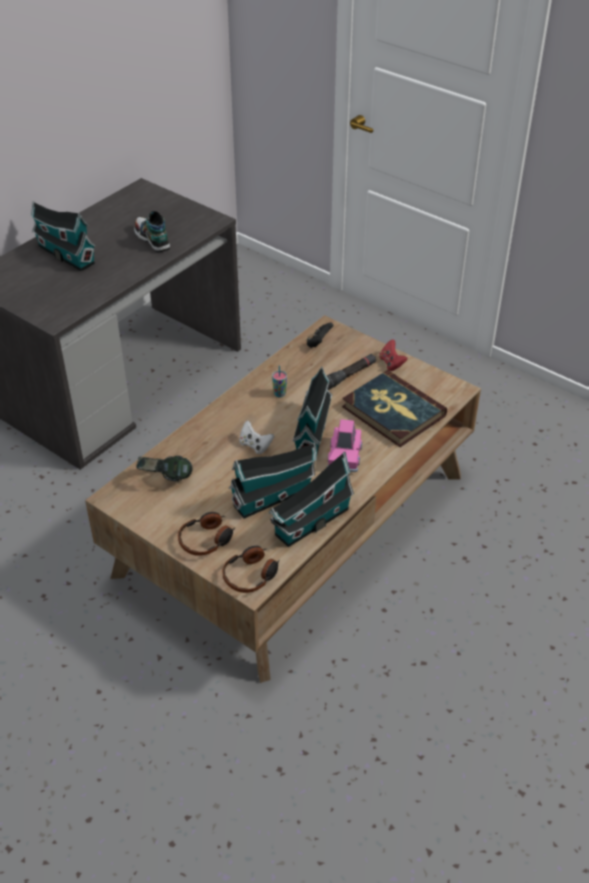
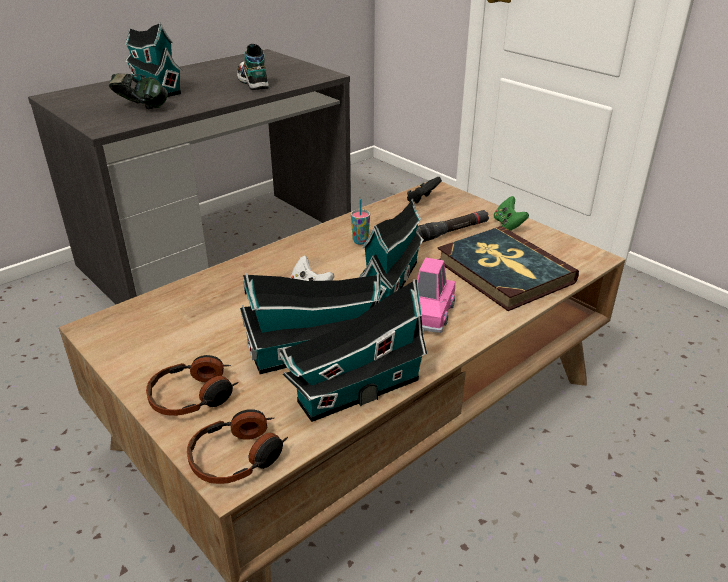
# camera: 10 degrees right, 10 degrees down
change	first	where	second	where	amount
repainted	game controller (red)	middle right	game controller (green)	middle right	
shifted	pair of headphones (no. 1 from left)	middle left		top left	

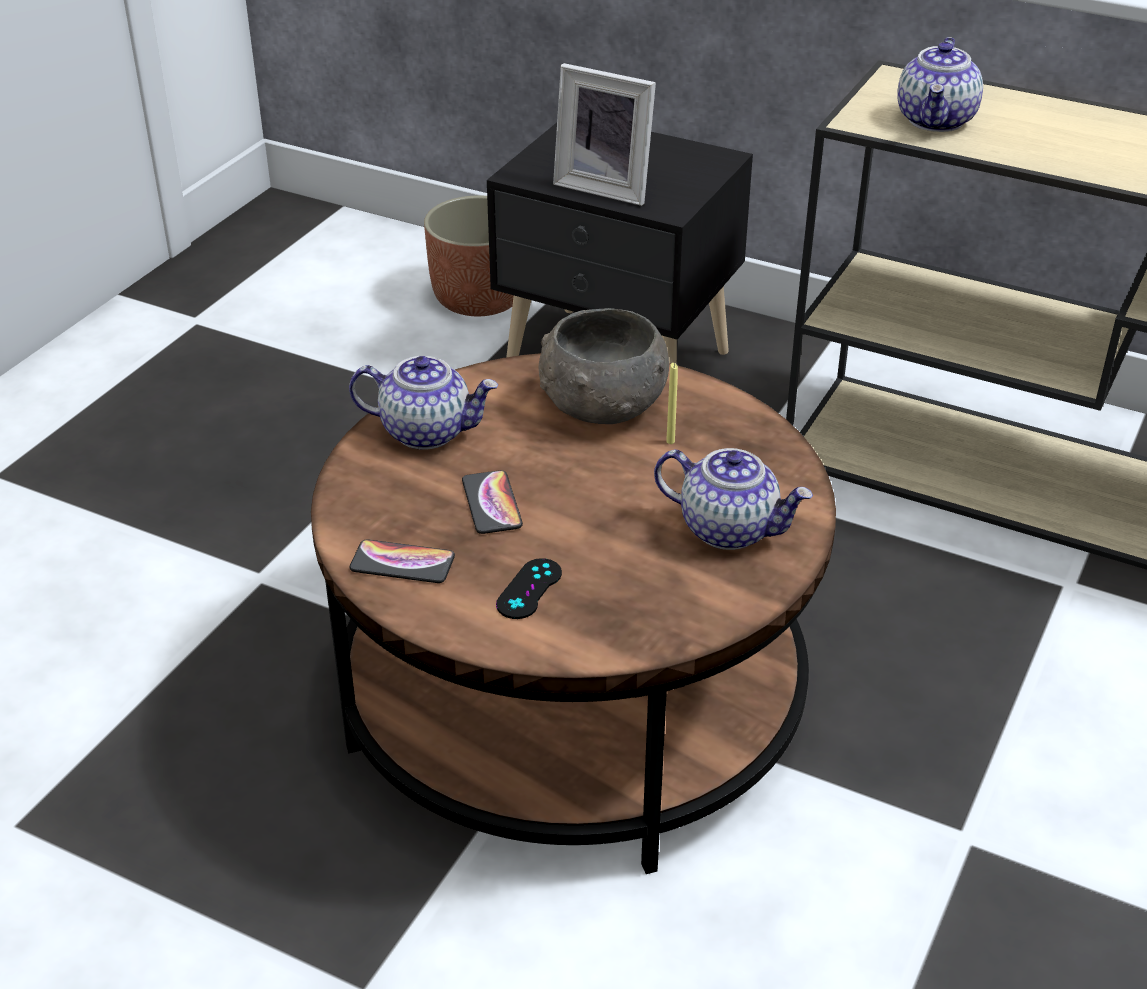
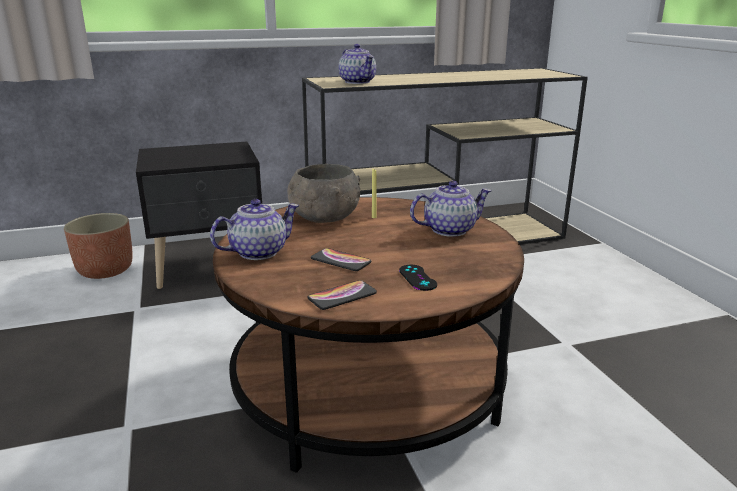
# camera: 45 degrees left, 15 degrees down
change	first	where	second	where	amount
gone	photo frame	top centre			

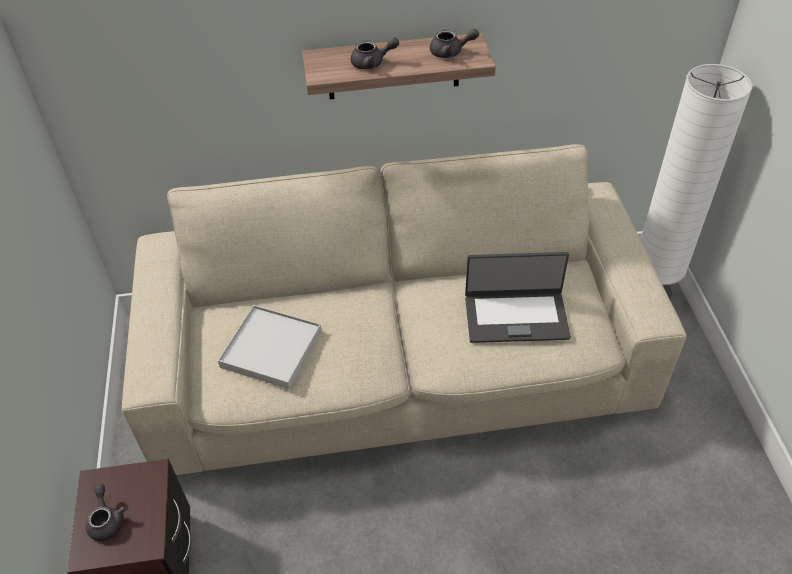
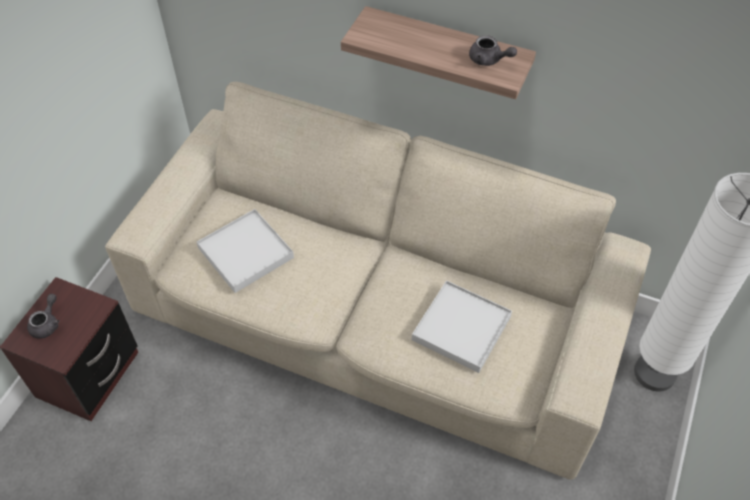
# camera: 30 degrees right, 5 degrees up
change	first	where	second	where	amount
gone	teapot (grey) (no. 2 from left)	top centre			
swapped	laptop	centre	serving tray (whitish) (no. 2 from left)	centre	

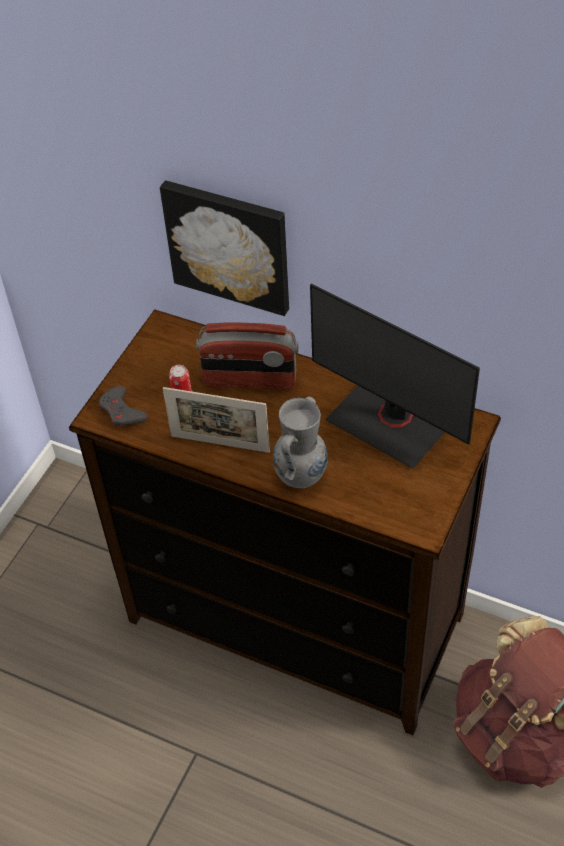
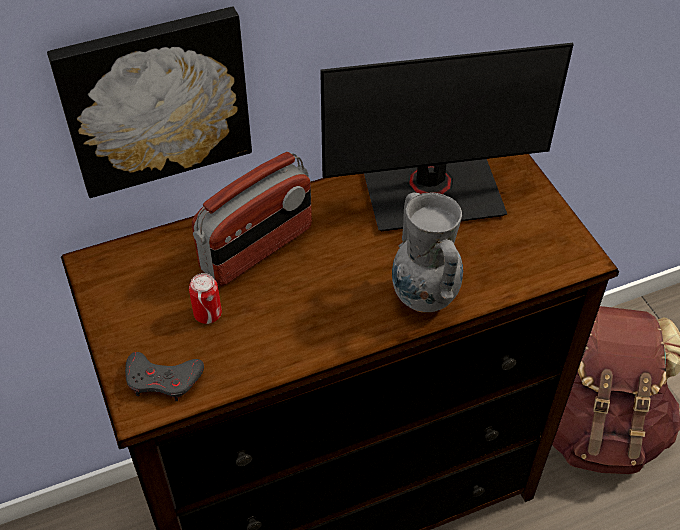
# camera: 50 degrees left, 0 degrees up
change	first	where	second	where	amount
gone	photo frame	centre			

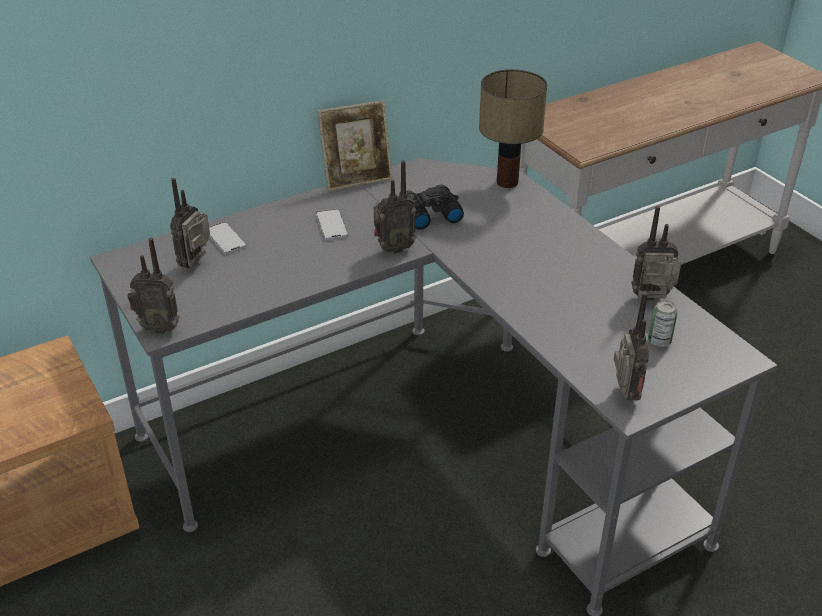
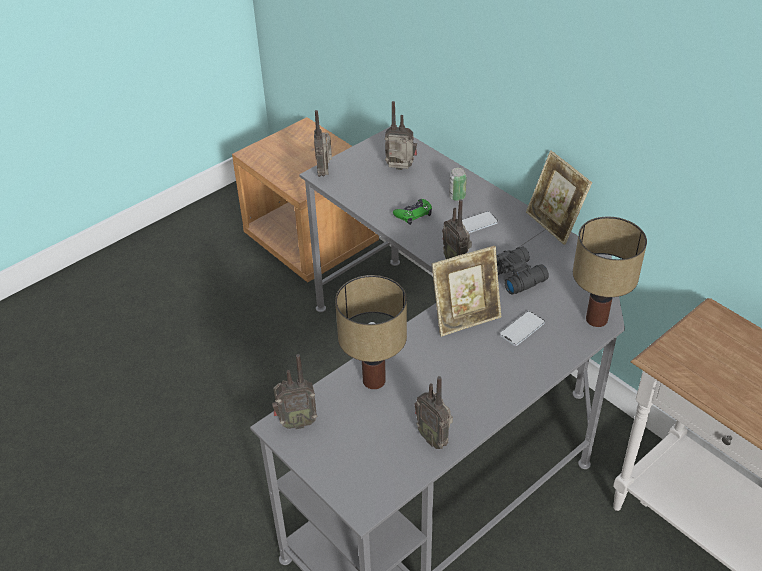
# camera: 80 degrees right, 5 degrees up
change	first	where	second	where	amount
rotated	radio (no. 5 from left in the first image)	middle right	radio (no. 4 from left)	bottom centre	150 degrees clockwise
shifted	telephone (no. 1 from left in the first image)	middle left	telephone (no. 2 from left)	middle right	
shifted	sealed can	middle right		top centre	
new			game controller (green)	centre	
new			photo frame (no. 1 from left)	centre	
new			lamp for a table (no. 1 from left)	centre	

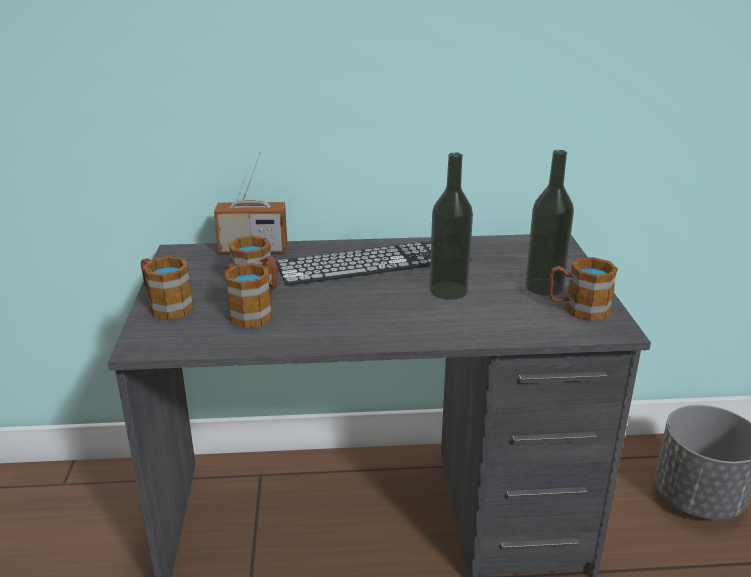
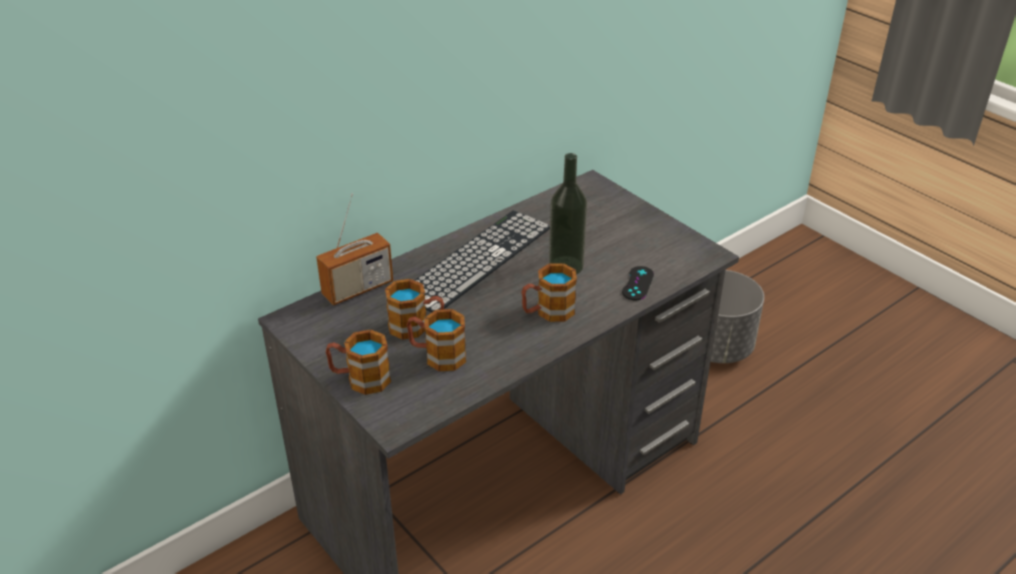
# camera: 35 degrees left, 10 degrees up
change	first	where	second	where	amount
gone	bottle (no. 2 from left)	middle right			
shifted	mug (no. 4 from left)	middle right		centre	
new			game controller (black-coloured)	centre	

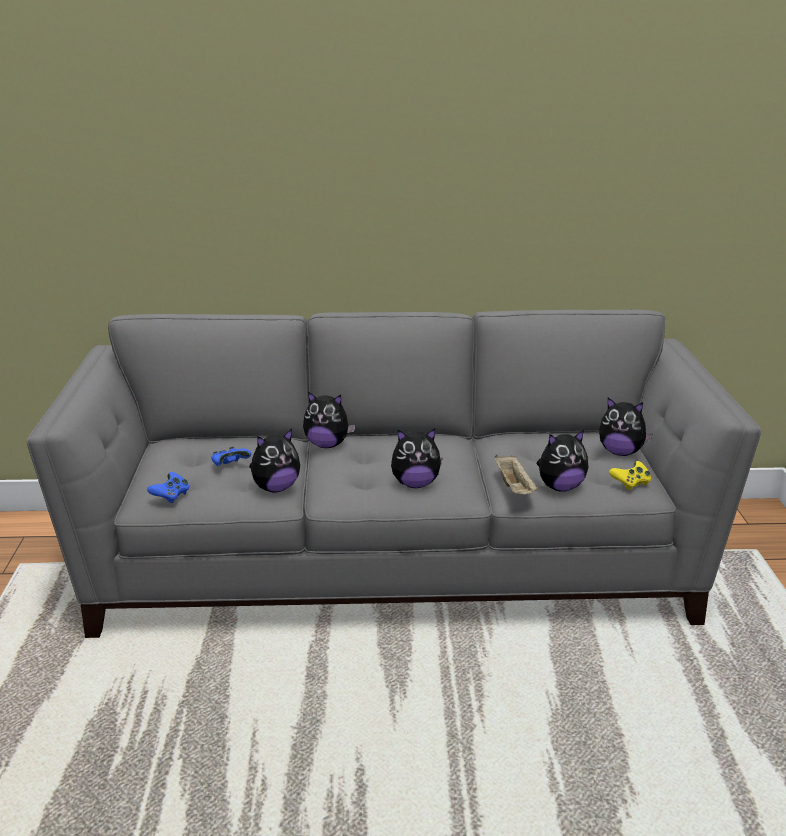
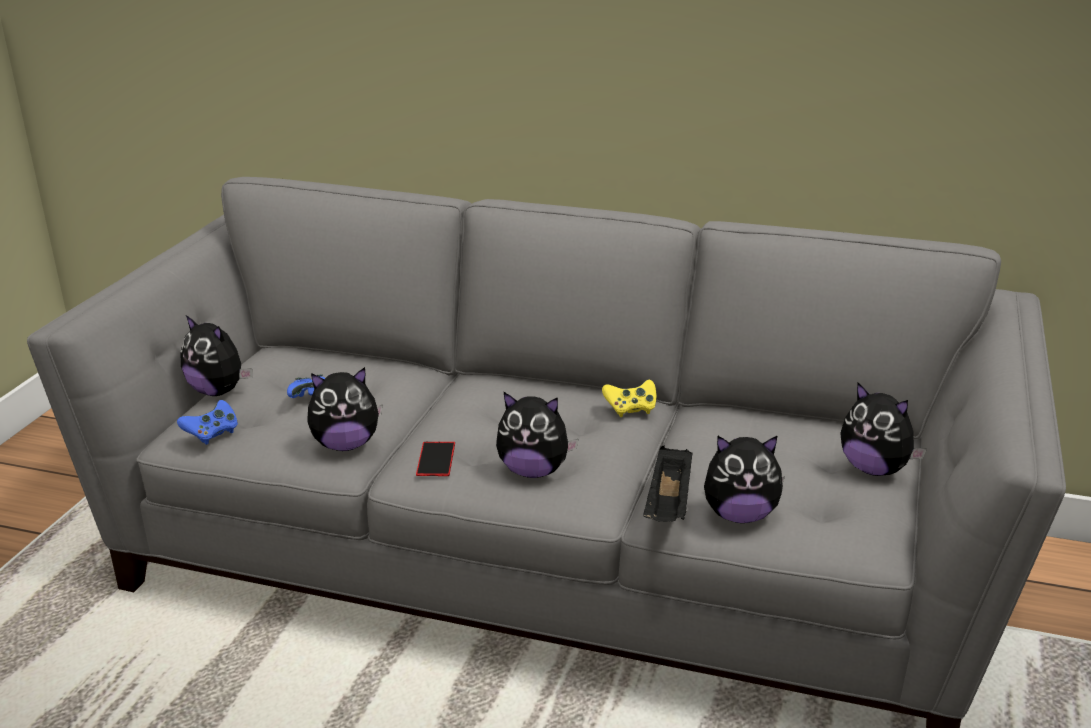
# camera: 20 degrees right, 5 degrees up
change	first	where	second	where	amount
shifted	plush toy (no. 2 from left in the first image)	centre	plush toy (no. 1 from left)	middle left	
repainted	serving tray (beige)	centre	serving tray (black-coloured)	centre	
shifted	game controller (yellowish)	middle right		centre	
new			telephone	centre	

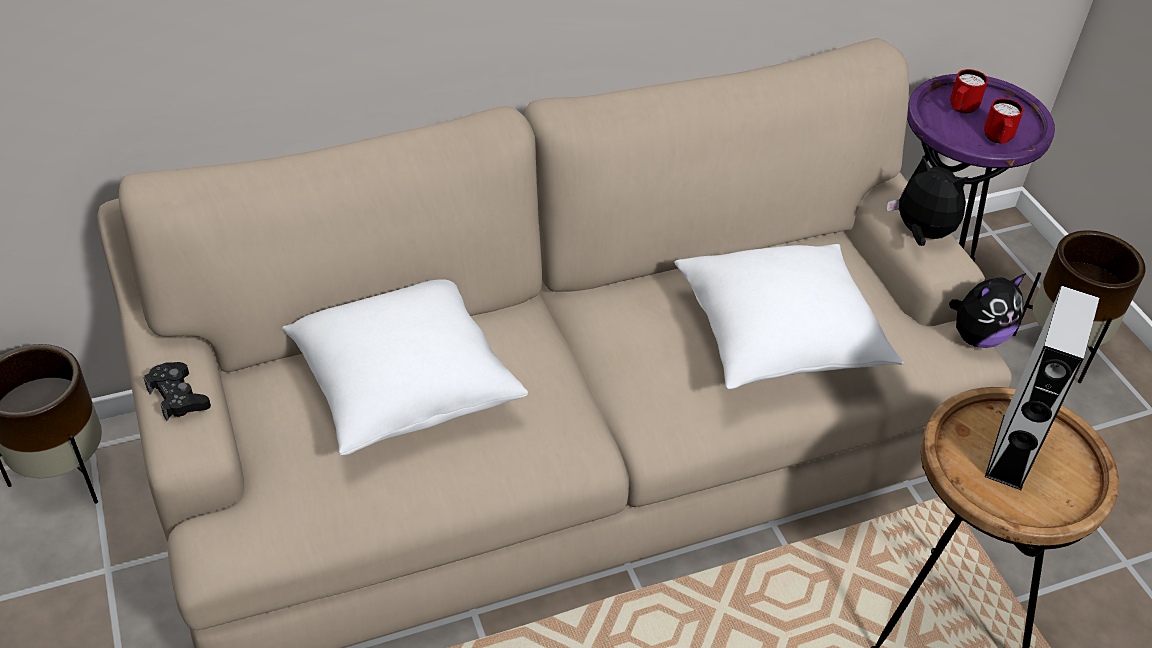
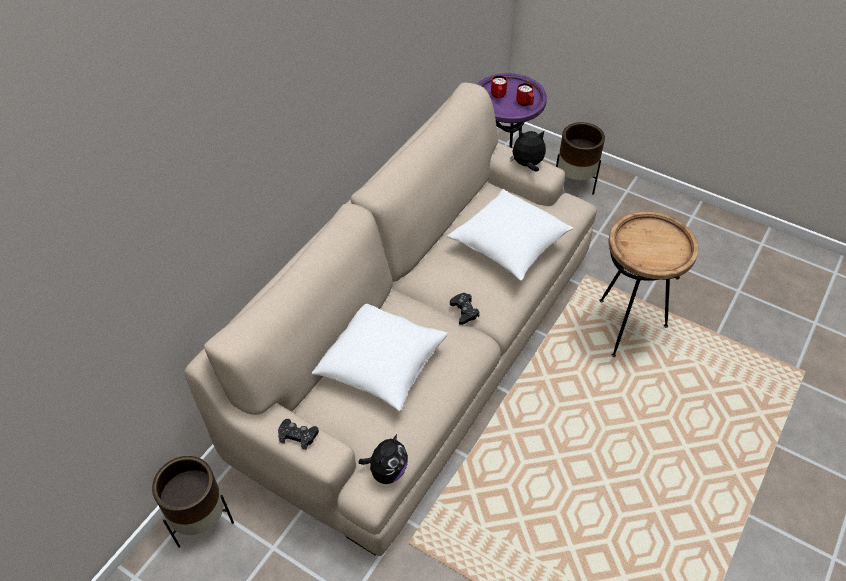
# camera: 35 degrees left, 5 degrees up
change	first	where	second	where	amount
shifted	plush toy (no. 2 from left in the first image)	middle right	plush toy (no. 1 from left)	bottom centre	
gone	speaker (grey)	middle right			
new			game controller (black-coloured) (no. 2 from left)	centre	

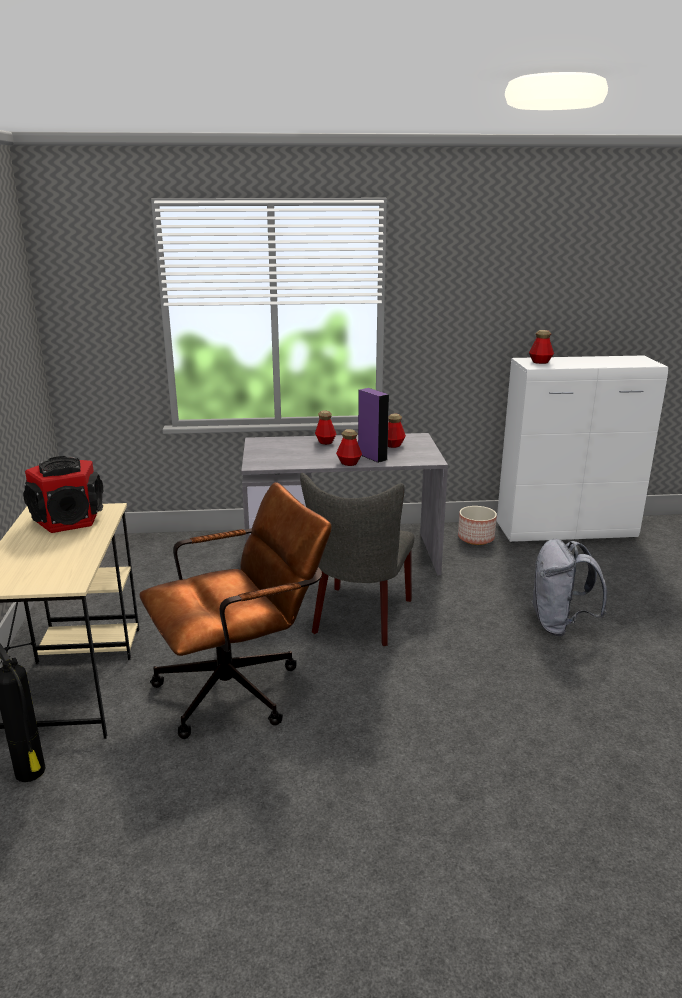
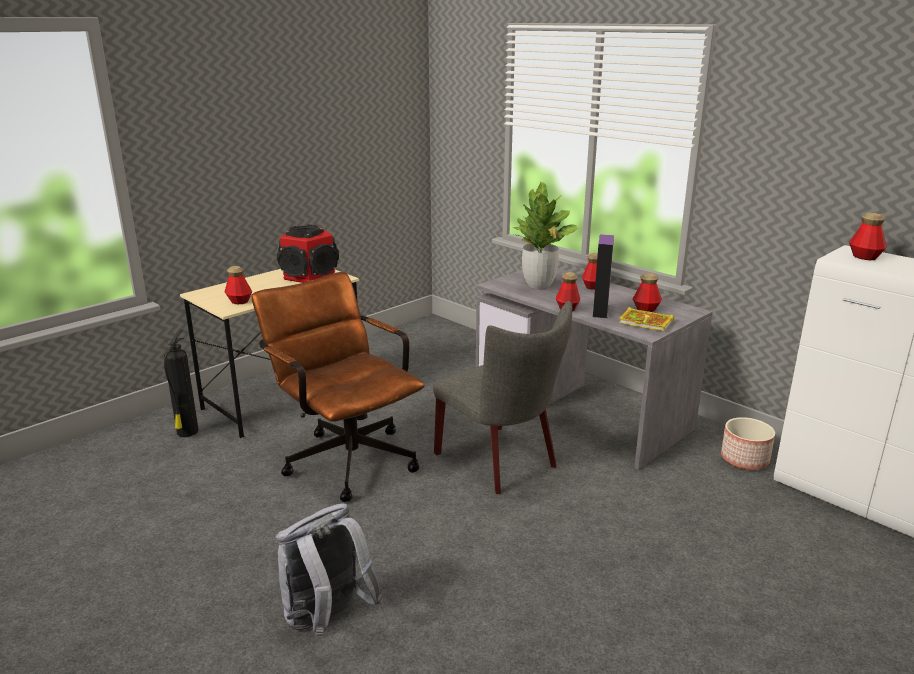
# camera: 50 degrees right, 0 degrees up
change	first	where	second	where	amount
rotated	plain chair (grey)	centre		centre	105 degrees counterclockwise
rotated	computer chair (brown-coloured)	centre		centre	150 degrees counterclockwise
shifted	backpack (grey)	middle right		bottom centre	
new			plant in a pot	centre	
new			bottle (no. 1 from left)	middle left	
new			book	middle right	

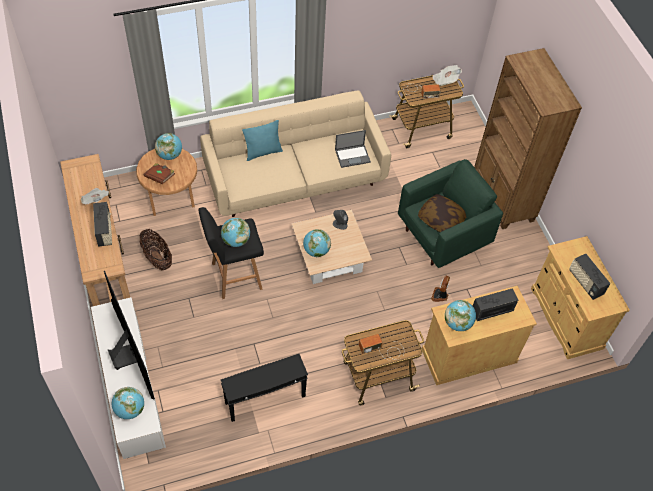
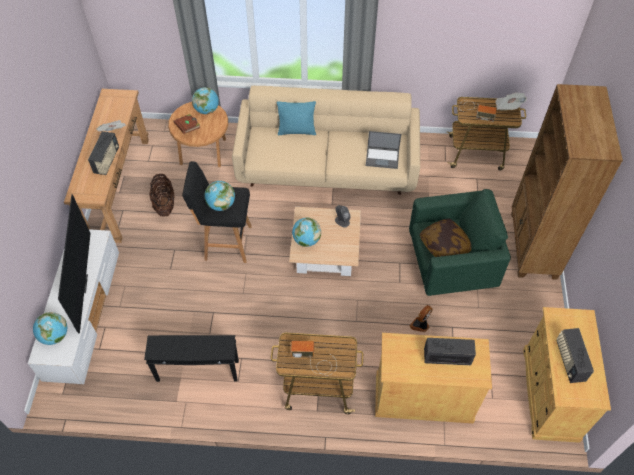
# camera: 25 degrees right, 0 degrees up
change	first	where	second	where	amount
gone	world globe (no. 5 from left)	middle right			

